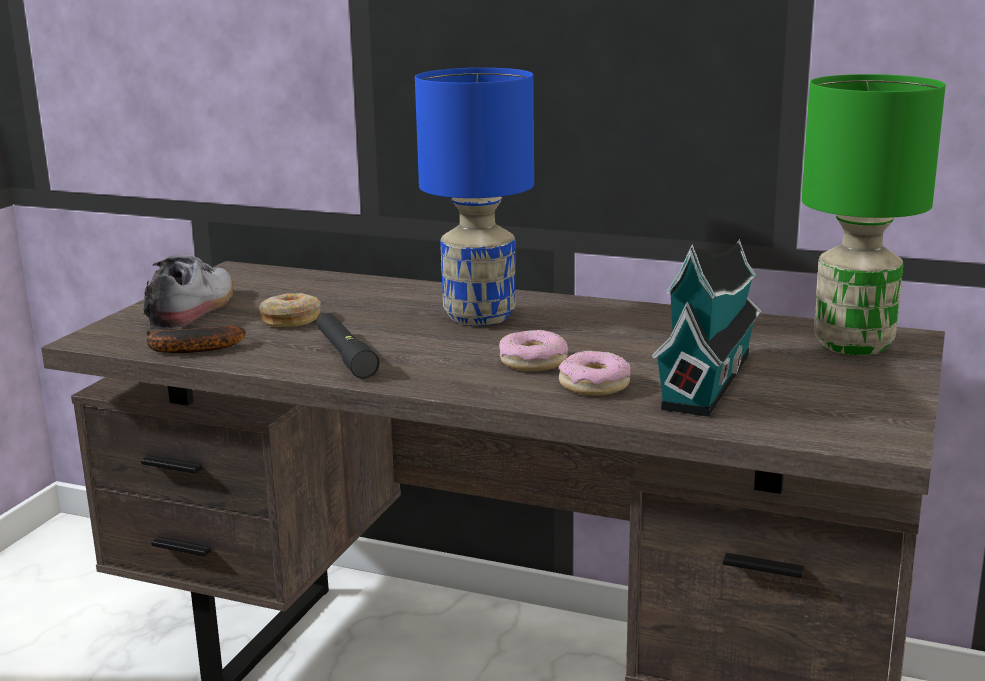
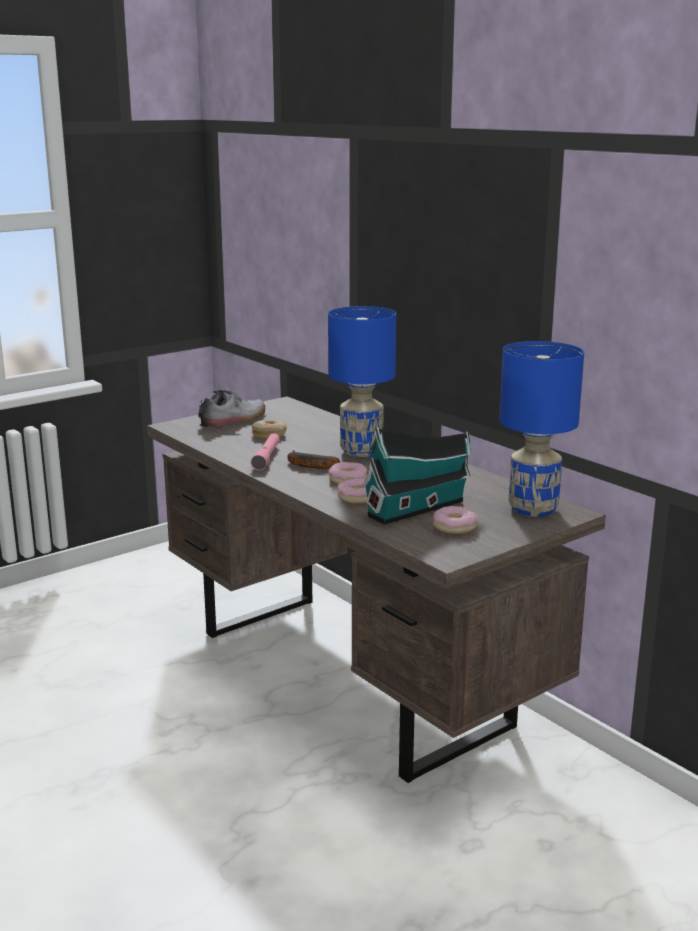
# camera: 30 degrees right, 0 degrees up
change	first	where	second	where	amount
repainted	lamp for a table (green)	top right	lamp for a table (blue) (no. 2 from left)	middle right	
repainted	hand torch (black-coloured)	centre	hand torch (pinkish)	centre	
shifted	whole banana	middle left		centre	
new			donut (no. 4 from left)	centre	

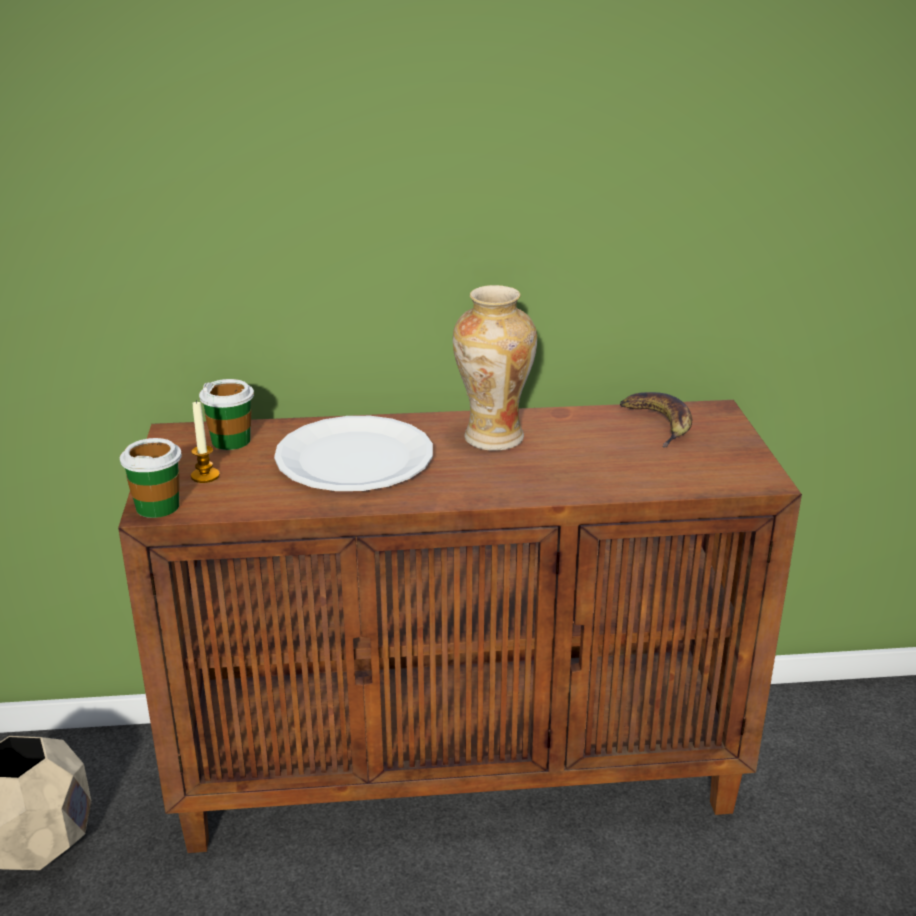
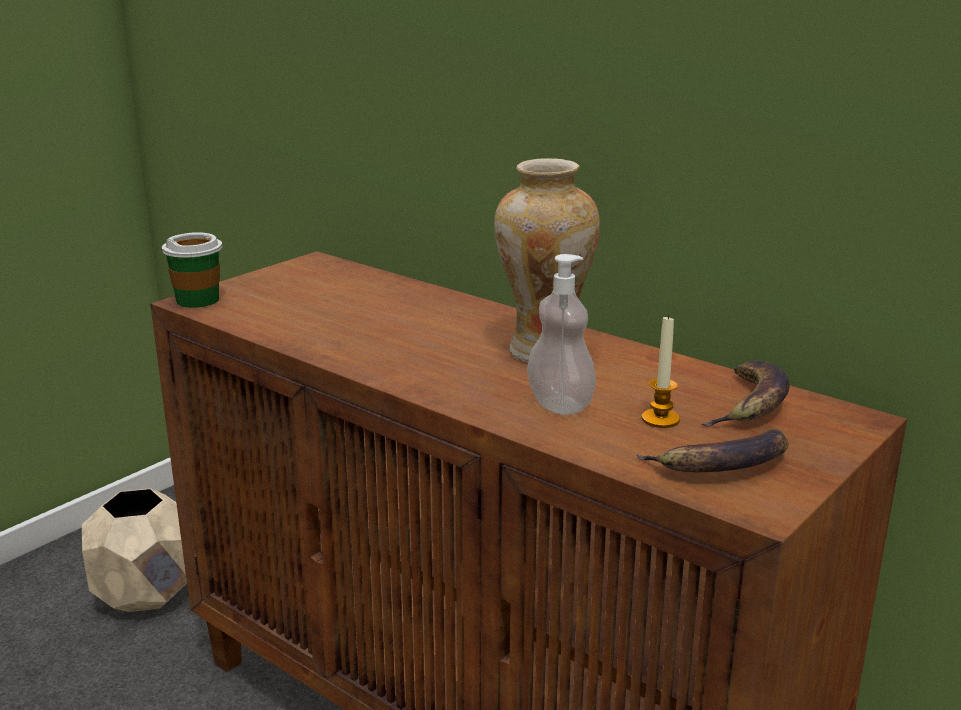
# camera: 45 degrees right, 5 degrees down
change	first	where	second	where	amount
gone	cup (no. 2 from left)	middle left			
shifted	wax candle	middle left		middle right	
gone	flat dish (whitish)	centre			
new			soap bottle	centre	
new			whole banana (no. 1 from left)	middle right	

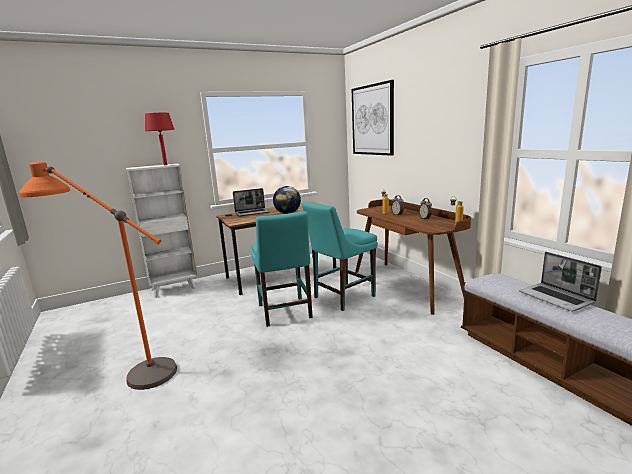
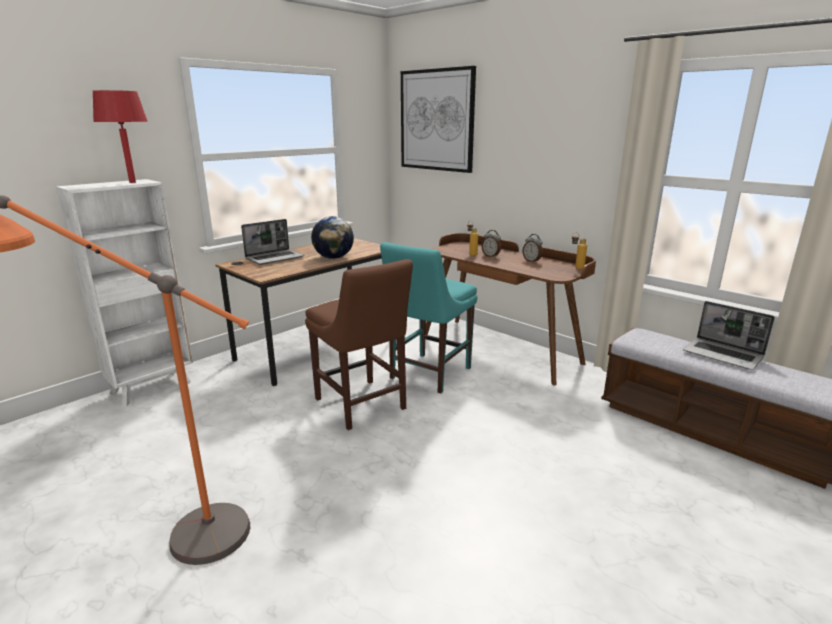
# camera: 20 degrees left, 5 degrees up
change	first	where	second	where	amount
repainted	plain chair (blue-green) (no. 1 from left)	centre	plain chair (brown-coloured)	centre	

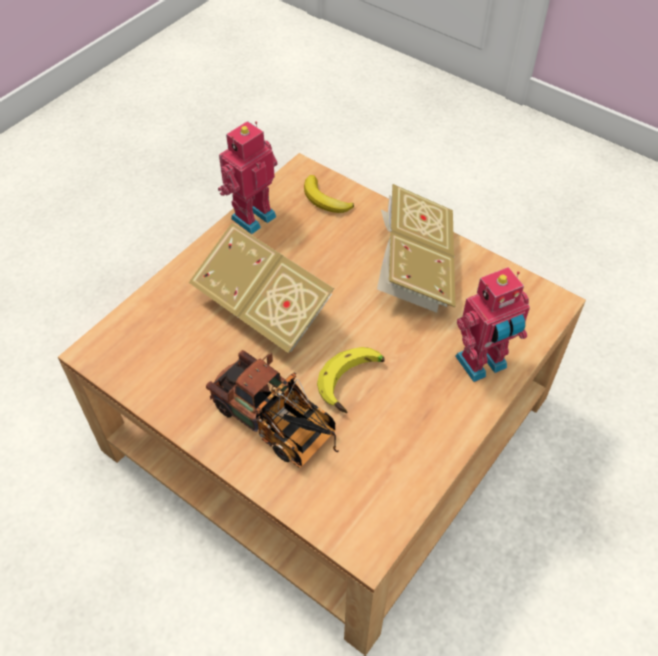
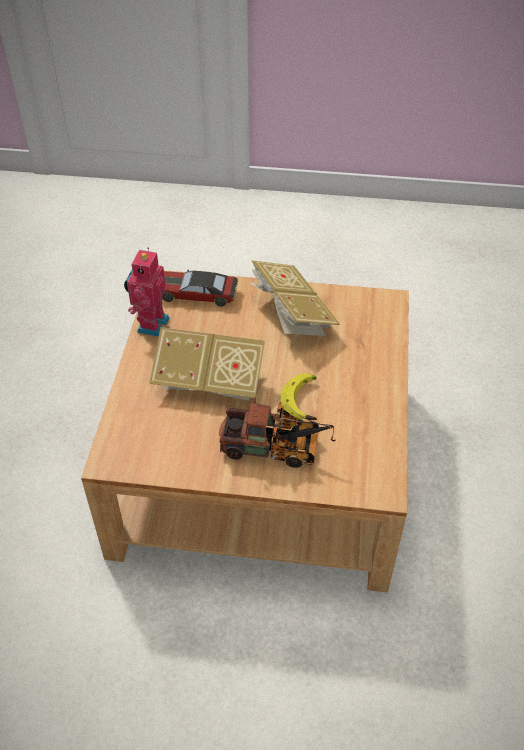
# camera: 30 degrees left, 5 degrees down
change	first	where	second	where	amount
swapped	whole banana (no. 1 from left)	top centre	toy car	centre	
gone	model robot (no. 2 from left)	middle right			

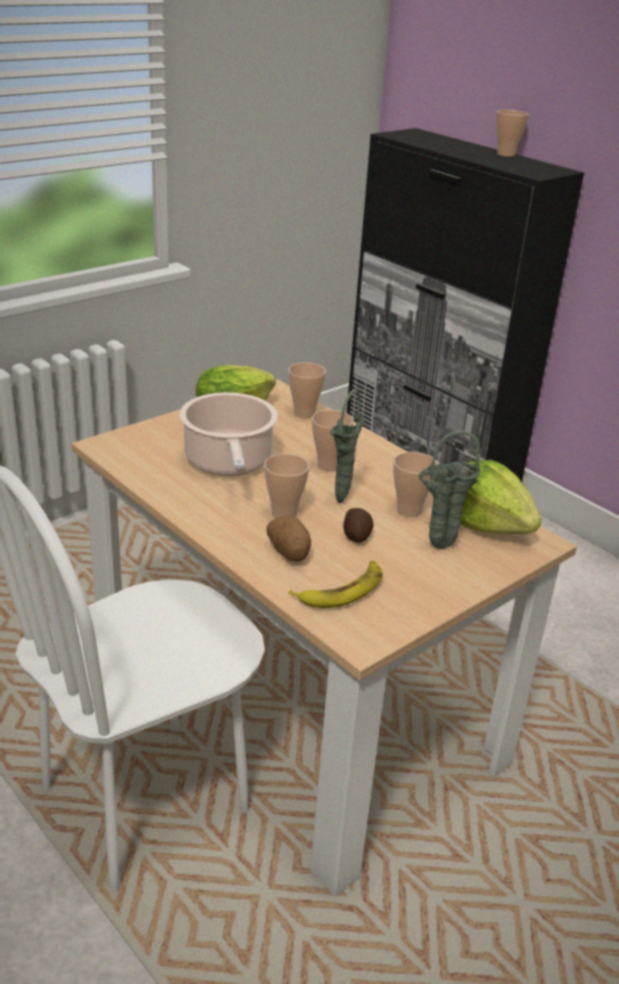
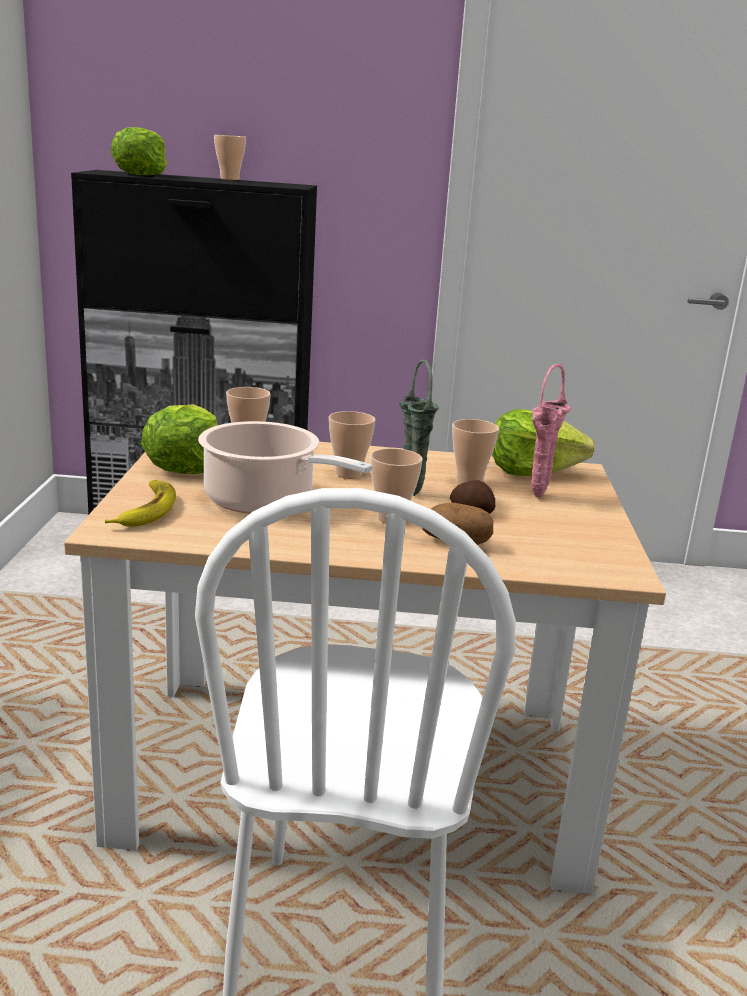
# camera: 45 degrees left, 10 degrees down
change	first	where	second	where	amount
repainted	decorative vase (green) (no. 2 from left)	middle right	decorative vase (pinkish)	middle right	
shifted	whole banana	centre		middle left	
new			lettuce (no. 1 from left)	top left	

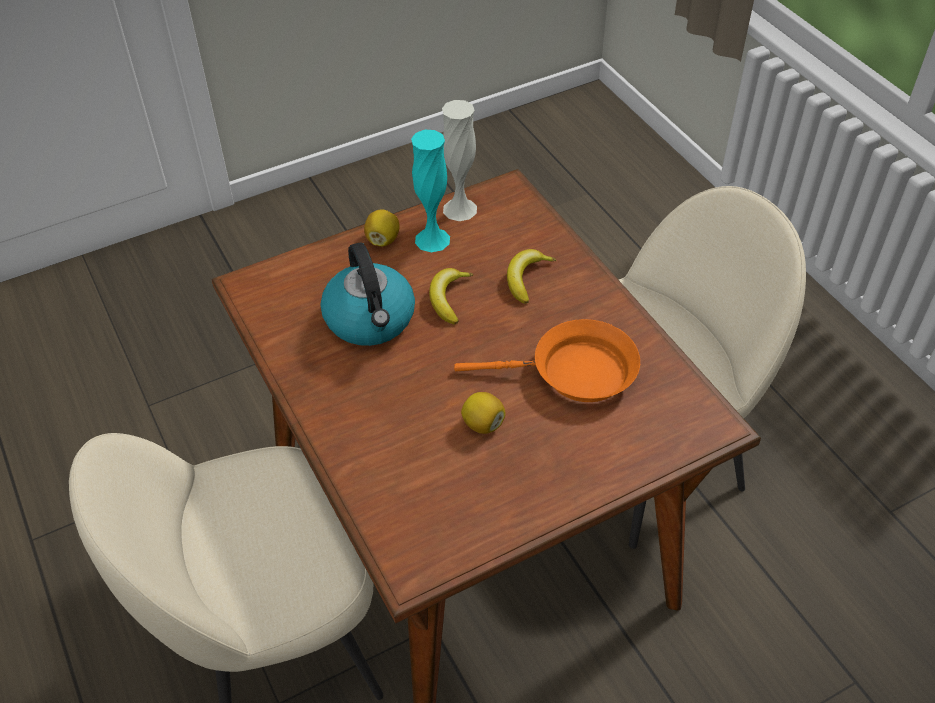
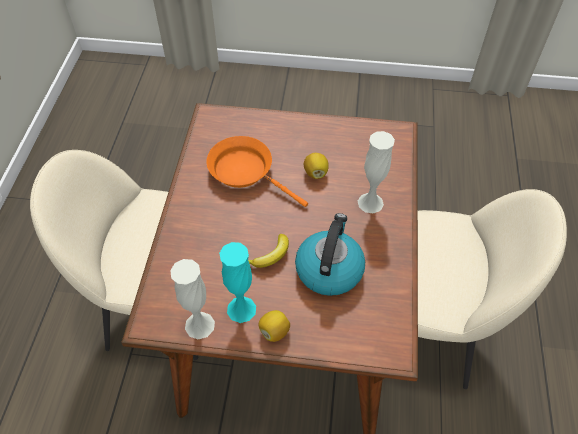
# camera: 145 degrees left, 5 degrees up
change	first	where	second	where	amount
gone	whole banana (no. 2 from left)	centre			
new			decorative vase (whitish) (no. 2 from left)	centre	

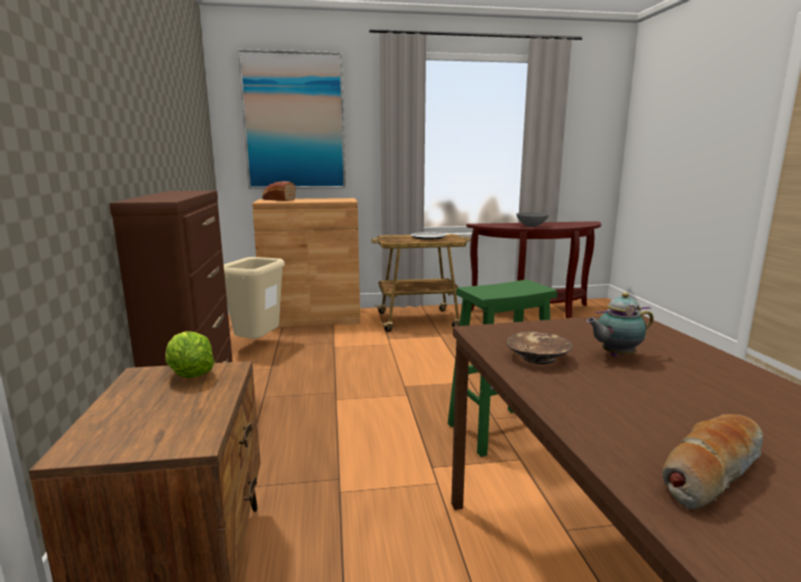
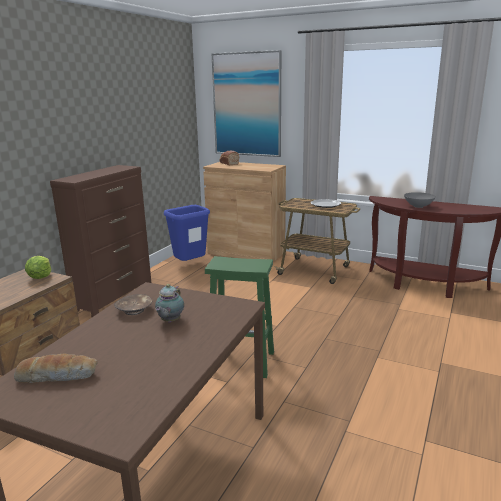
# camera: 35 degrees right, 5 degrees up
change	first	where	second	where	amount
repainted	rubbish bin (beige)	middle left	rubbish bin (blue)	centre	
rotated	teapot	middle right		centre	90 degrees counterclockwise

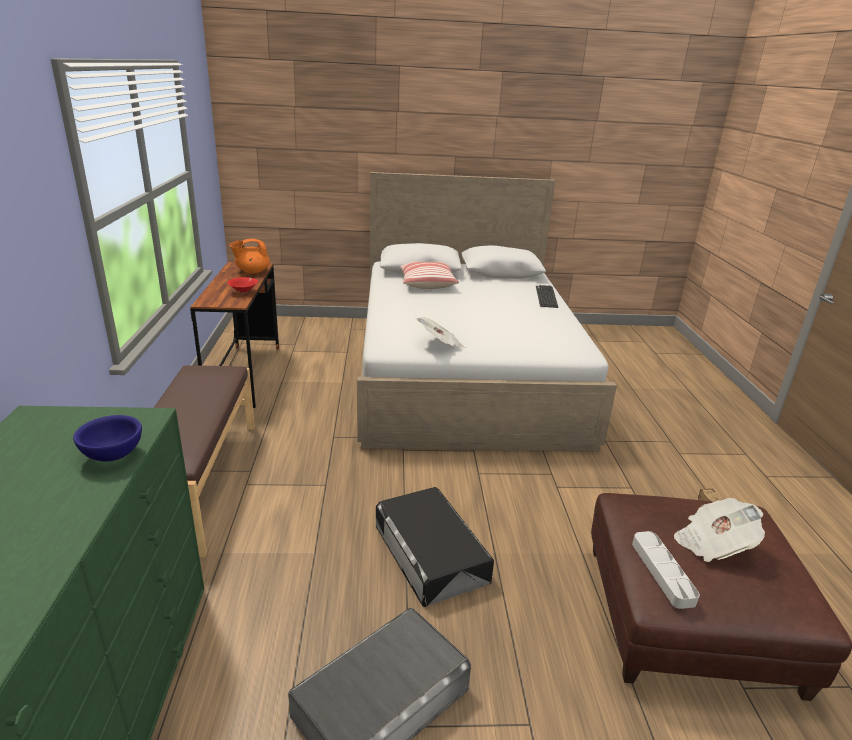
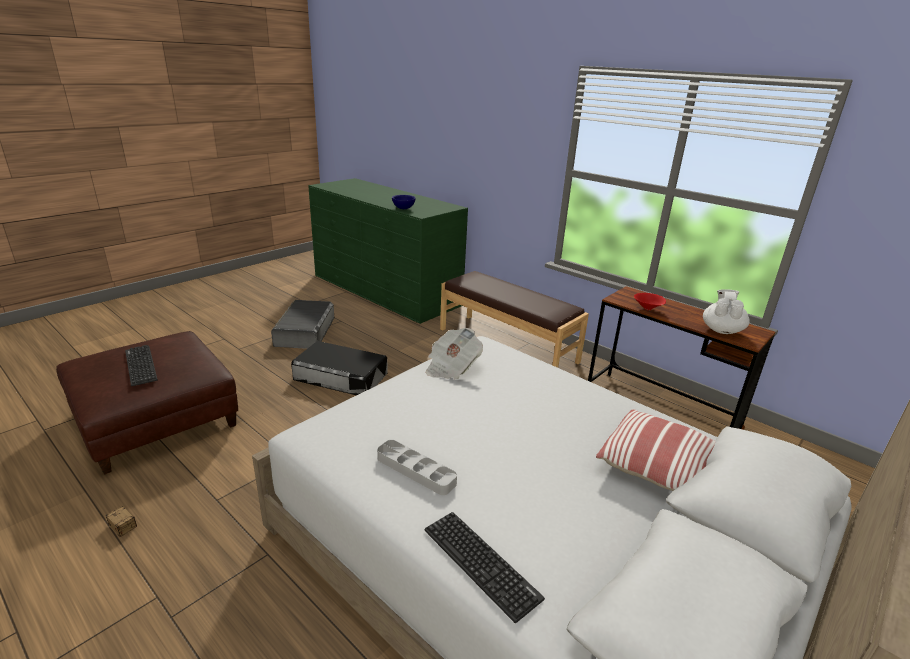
# camera: 135 degrees right, 0 degrees up
change	first	where	second	where	amount
repainted	teapot (orange-coloured)	middle left	teapot (whitish)	middle right	
swapped	newspaper (no. 2 from left)	bottom right	computer keyboard (no. 1 from left)	middle left	
shifted	serving tray (grey)	bottom right		bottom centre	

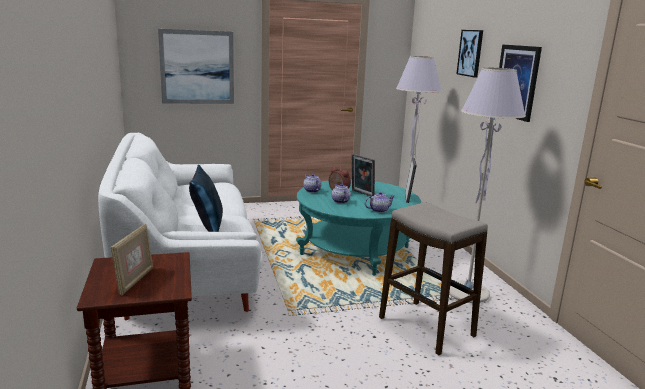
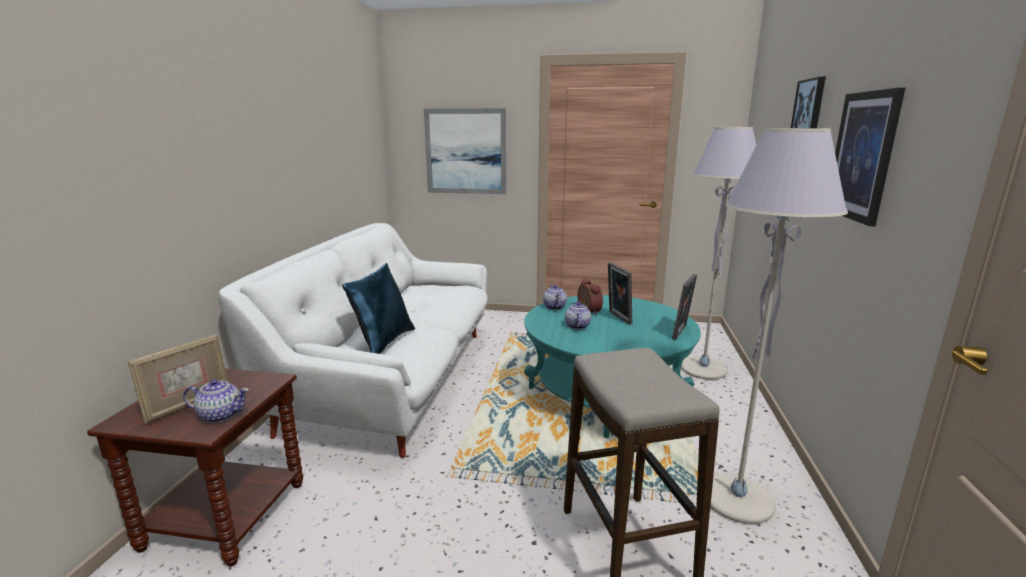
# camera: 25 degrees right, 0 degrees up
change	first	where	second	where	amount
shifted	teapot (no. 3 from left in the first image)	centre	teapot (no. 1 from left)	bottom left	

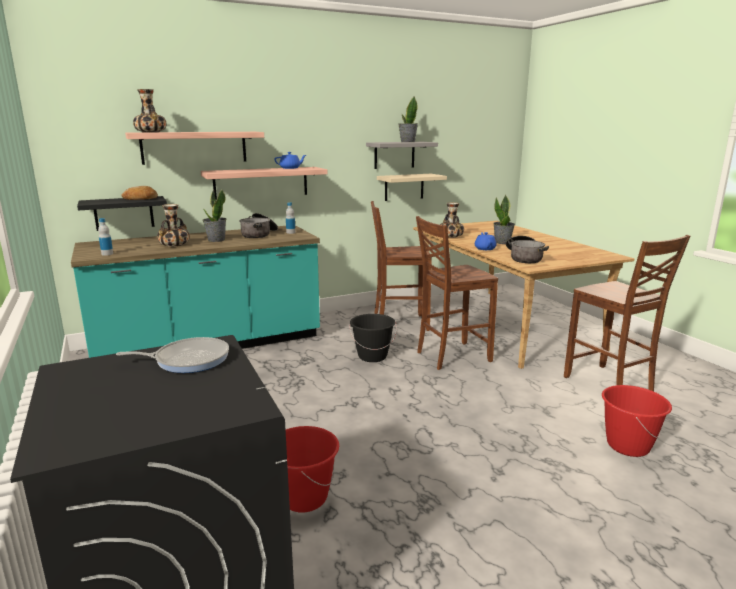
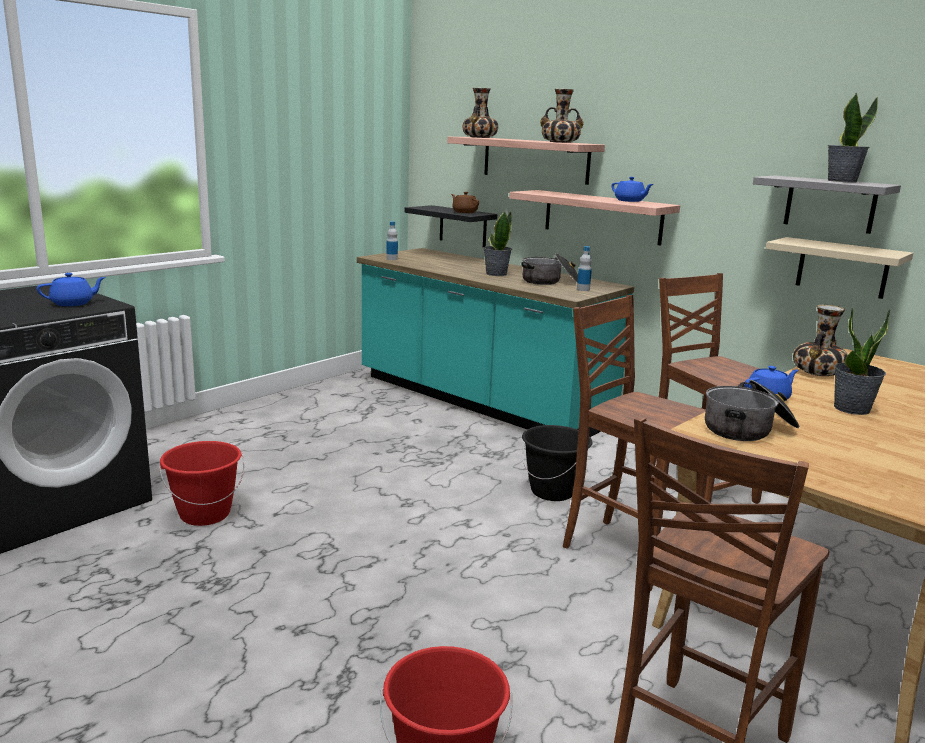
# camera: 65 degrees right, 0 degrees up
change	first	where	second	where	amount
swapped	baked bread	top left	teapot (brown-coloured)	top centre	
shifted	decorative vase (no. 2 from left)	middle left		top centre	
swapped	skillet	middle left	teapot (blue) (no. 1 from left)	middle left	

